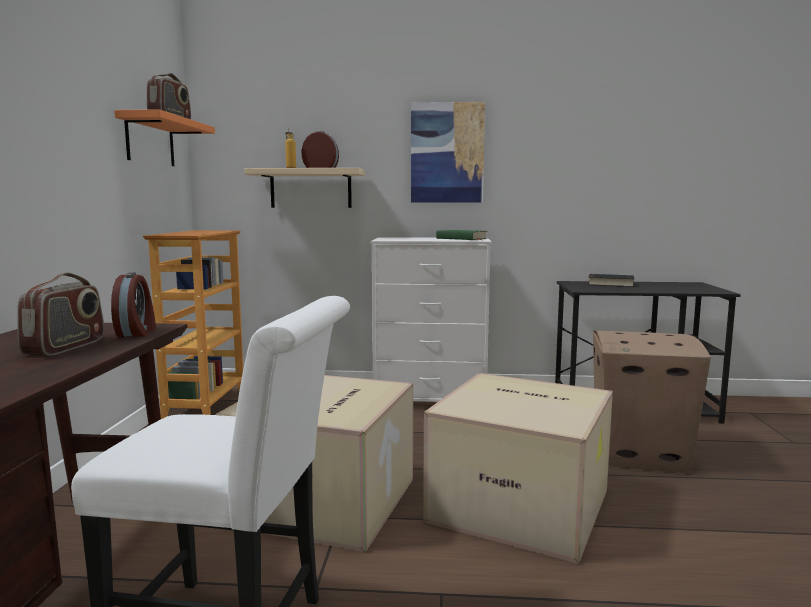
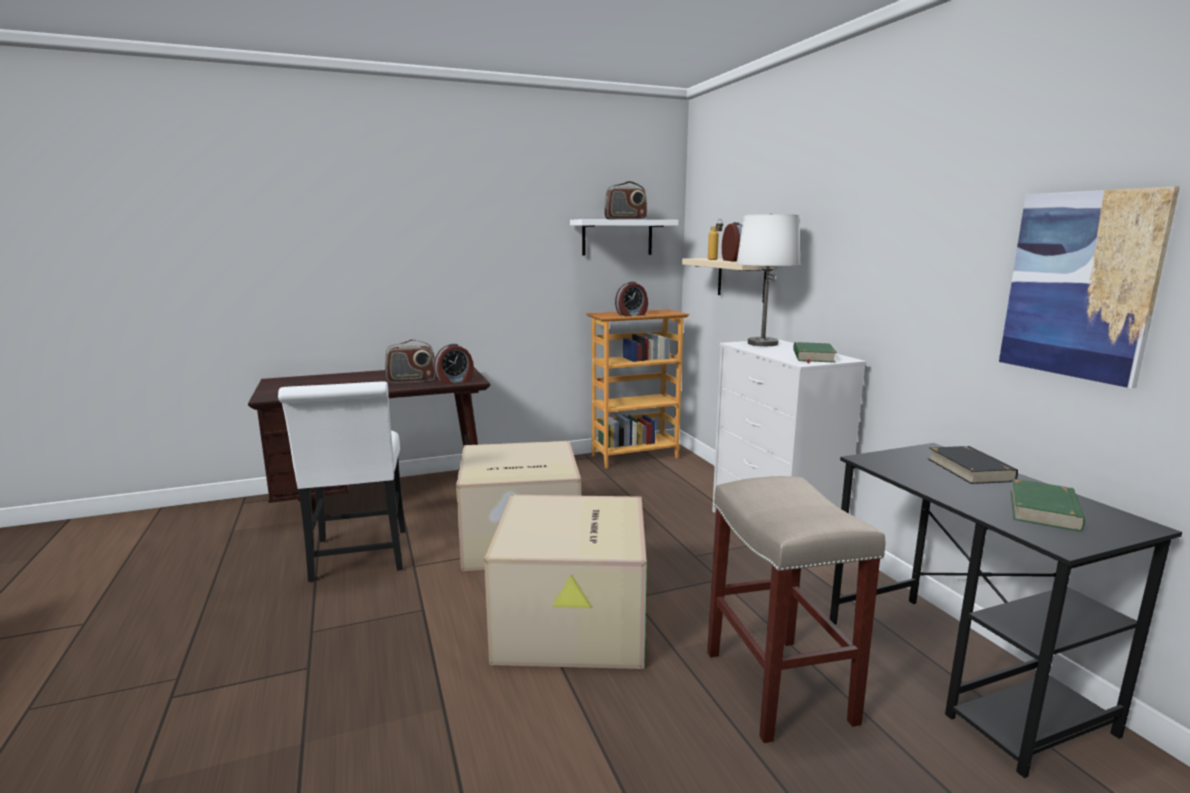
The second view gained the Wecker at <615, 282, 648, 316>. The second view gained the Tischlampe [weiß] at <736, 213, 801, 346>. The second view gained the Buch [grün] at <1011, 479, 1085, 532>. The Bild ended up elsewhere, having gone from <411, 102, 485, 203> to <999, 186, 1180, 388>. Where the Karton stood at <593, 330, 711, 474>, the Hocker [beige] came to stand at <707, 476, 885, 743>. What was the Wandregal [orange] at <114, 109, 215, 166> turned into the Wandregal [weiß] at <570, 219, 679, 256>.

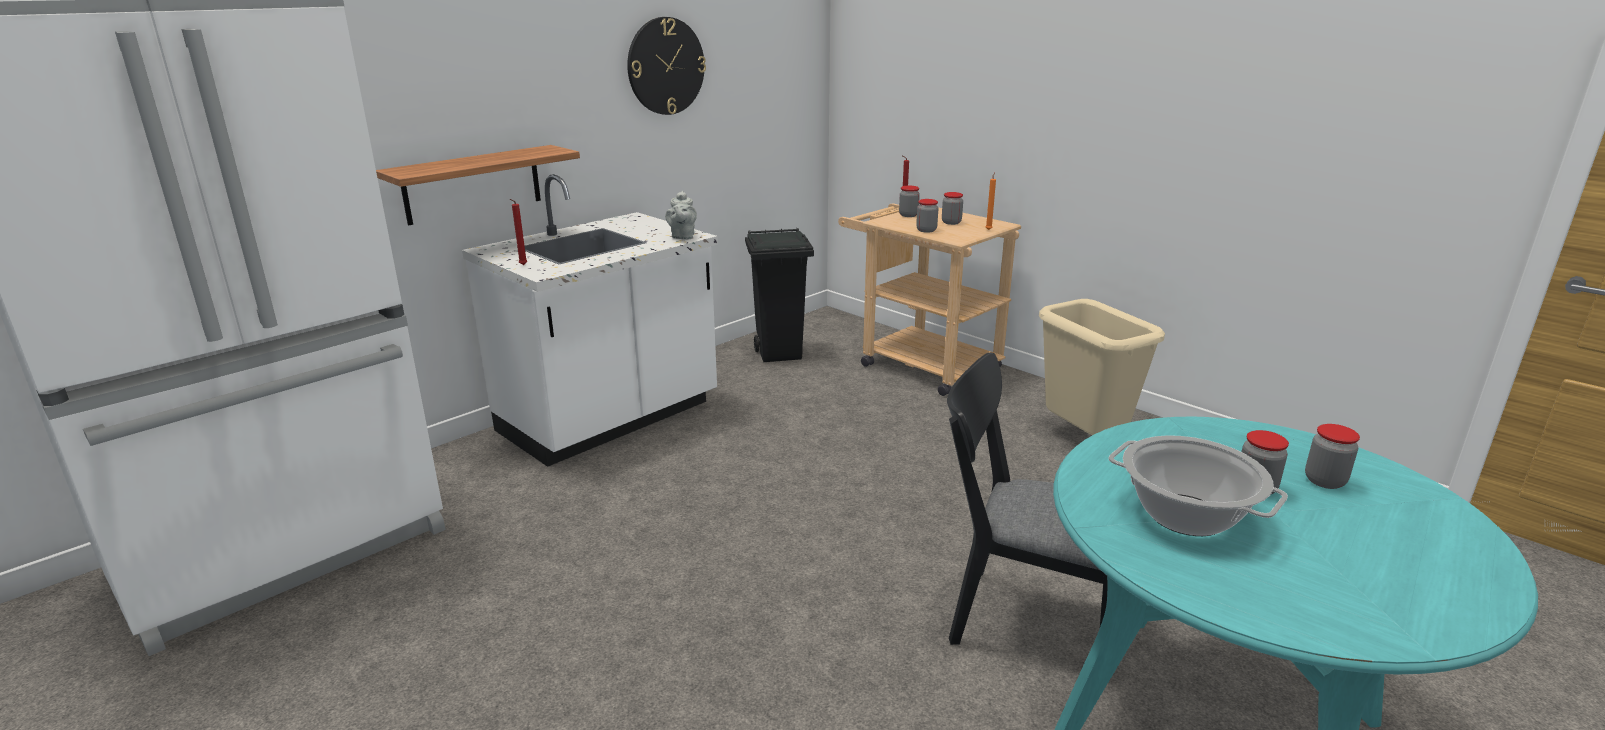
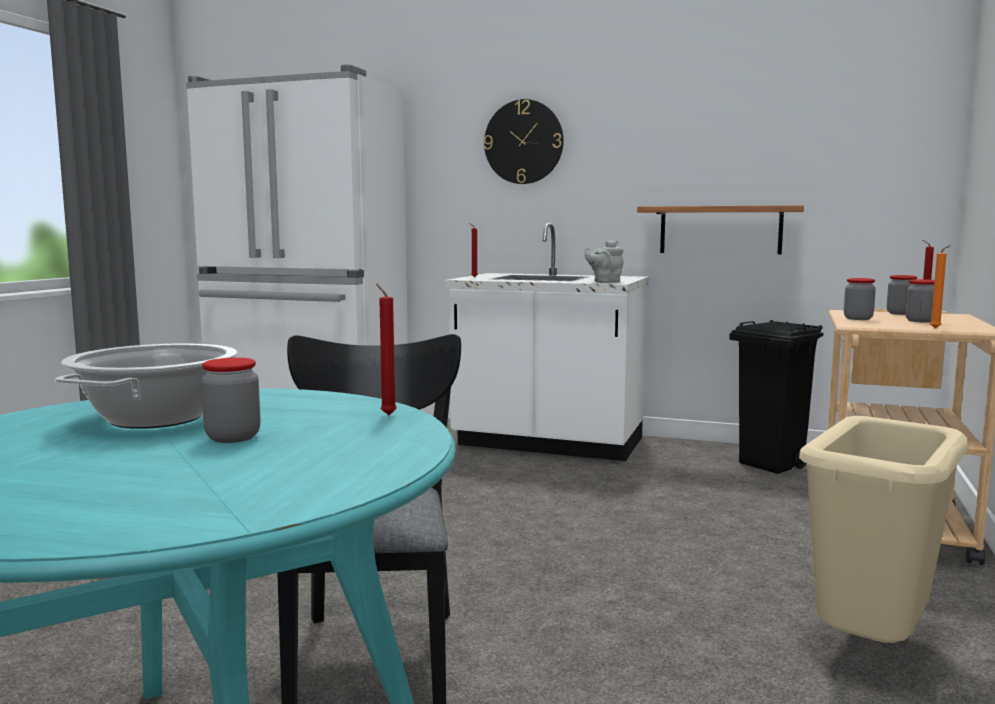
The second view lost the Vorratsglas at <1305, 424, 1360, 489>. The second view gained the Kerze [rot] at <376, 283, 397, 415>. The Wandregal ended up elsewhere, having gone from <376, 145, 580, 226> to <637, 205, 804, 254>. The Wanduhr ended up elsewhere, having gone from <627, 17, 706, 115> to <484, 99, 564, 184>.

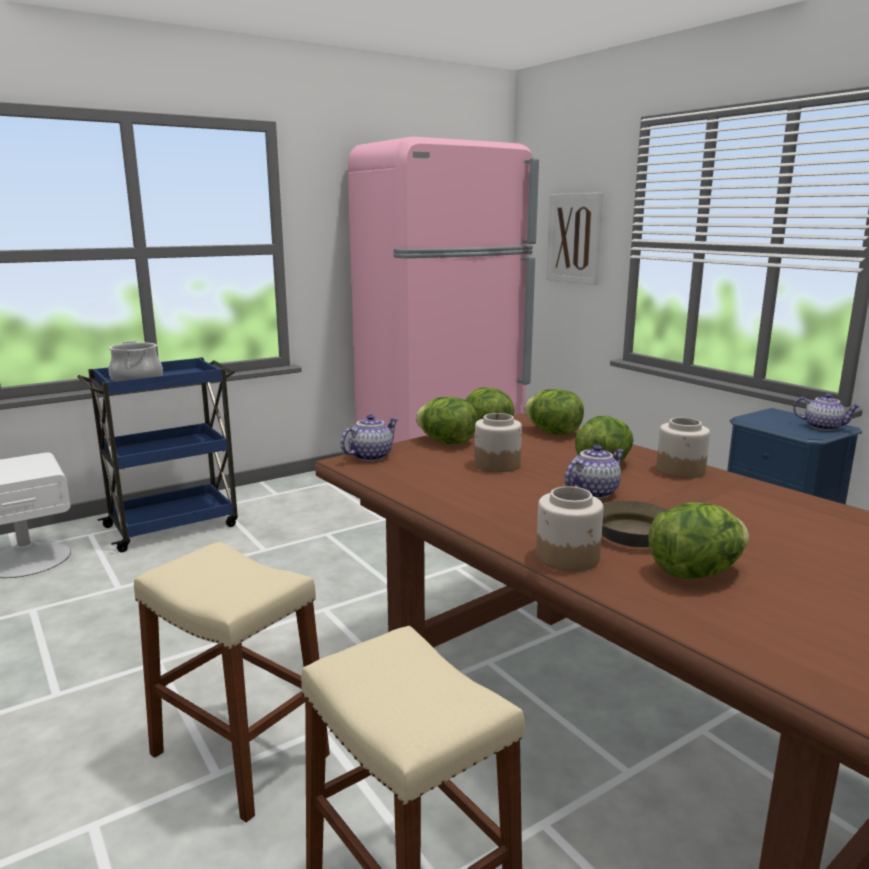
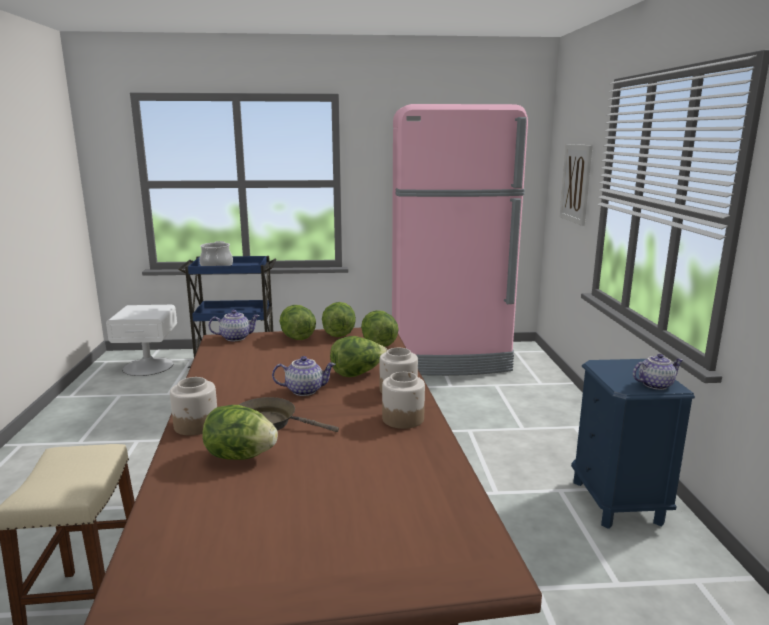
The second view lost the Hocker [beige] at <134, 542, 330, 823>. The Vorratsglas ended up elsewhere, having gone from <474, 413, 522, 473> to <382, 372, 425, 429>. The Teekanne at <793, 393, 861, 431> ended up facing another way, 75 degrees counterclockwise from before.

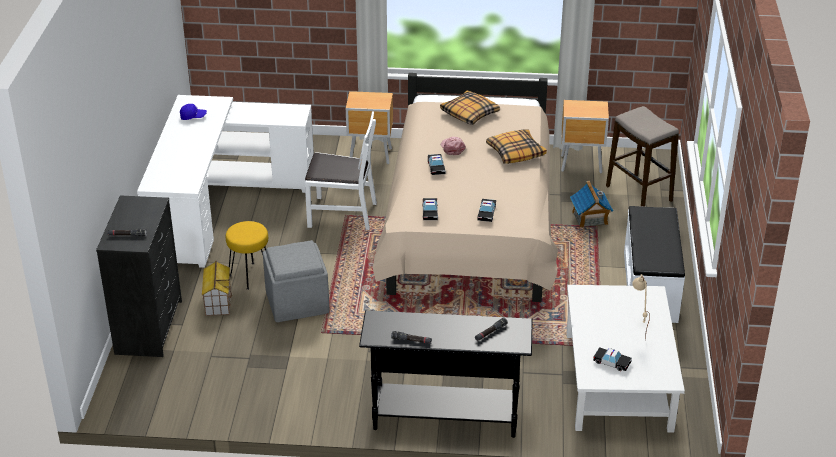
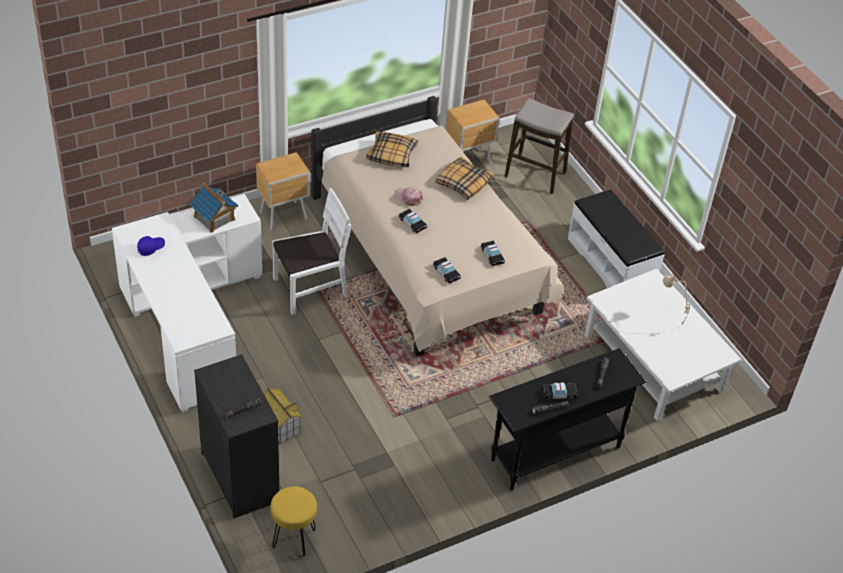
The second view lost the Polsterhocker [grau] at <263, 240, 330, 322>. The Hocker [gelb] ended up elsewhere, having gone from <226, 221, 268, 290> to <270, 486, 317, 556>. The Spielzeughaus ended up elsewhere, having gone from <570, 181, 613, 227> to <189, 183, 238, 233>. The Spielzeugauto ended up elsewhere, having gone from <593, 347, 632, 371> to <543, 383, 577, 400>.

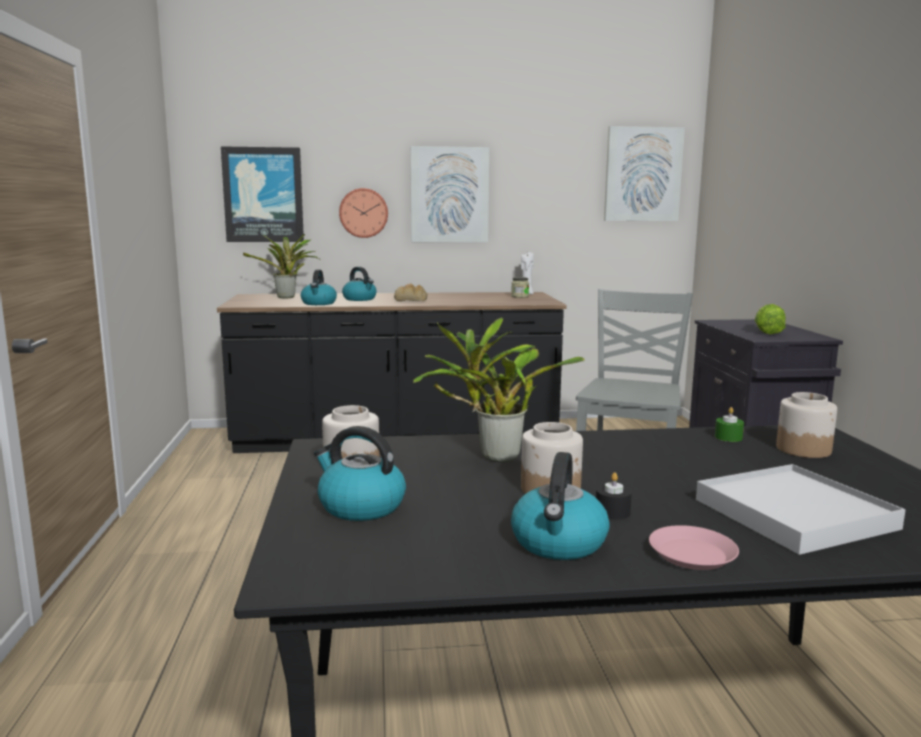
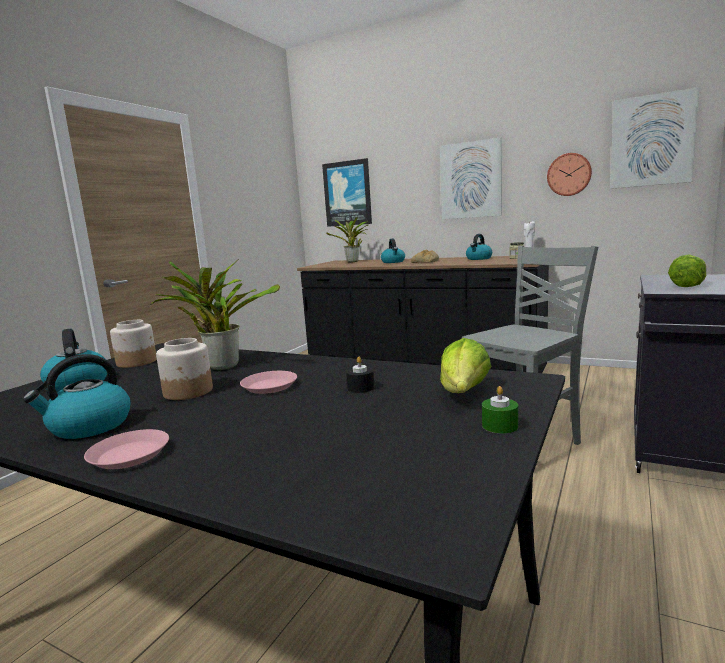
The second view lost the Tablett [weiß] at <696, 464, 906, 555>. The second view gained the Teller [rosa] at <240, 371, 297, 394>. The Wasserkessel ended up elsewhere, having gone from <301, 269, 337, 305> to <466, 234, 492, 260>. The Wanduhr ended up elsewhere, having gone from <339, 188, 388, 238> to <547, 153, 592, 196>. The Kerze [schwarz] ended up elsewhere, having gone from <596, 472, 632, 520> to <346, 357, 375, 393>. The Kerze [grün] ended up elsewhere, having gone from <715, 407, 744, 442> to <482, 386, 518, 433>. Where the Vorratsglas stood at <776, 392, 837, 458>, the Salatkopf came to stand at <440, 338, 491, 393>.

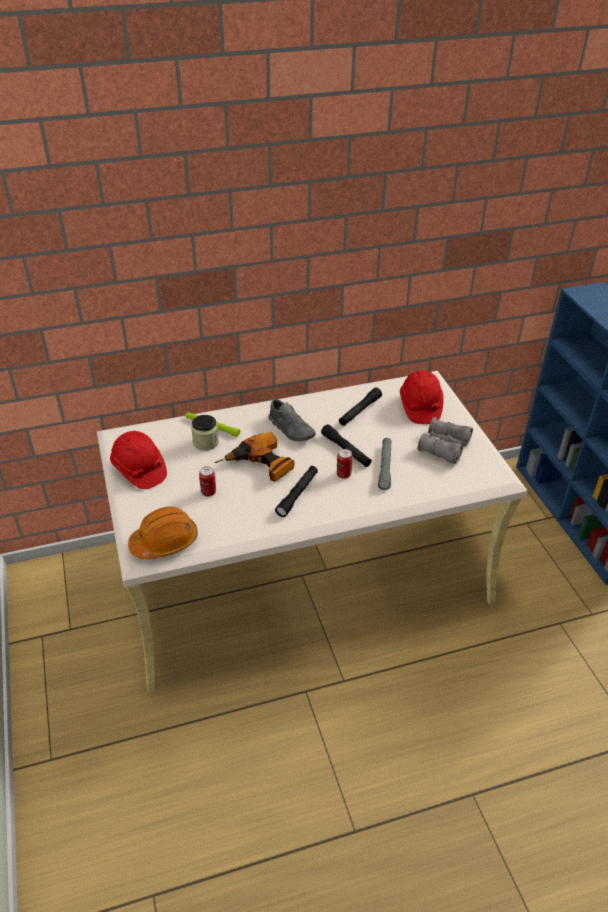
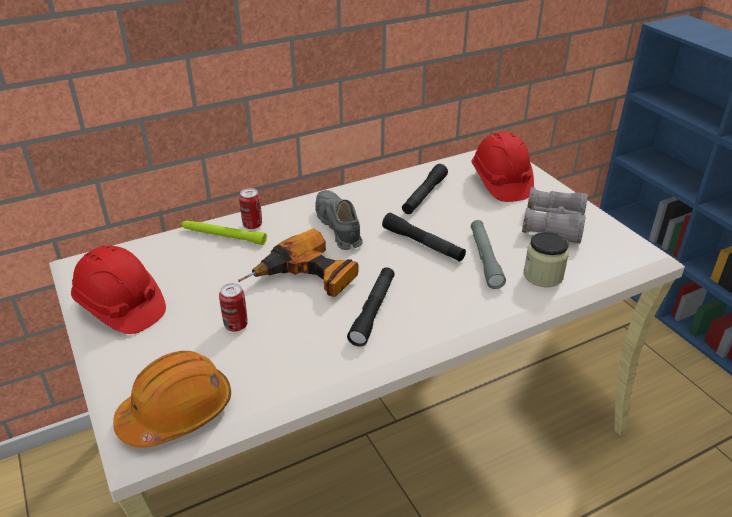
The Vorratsglas ended up elsewhere, having gone from <191, 415, 219, 451> to <524, 232, 569, 287>. The Dose ended up elsewhere, having gone from <337, 449, 353, 479> to <239, 188, 262, 229>. The Schuh [grau] at <269, 398, 316, 442> ended up facing another way, 150 degrees counterclockwise from before.

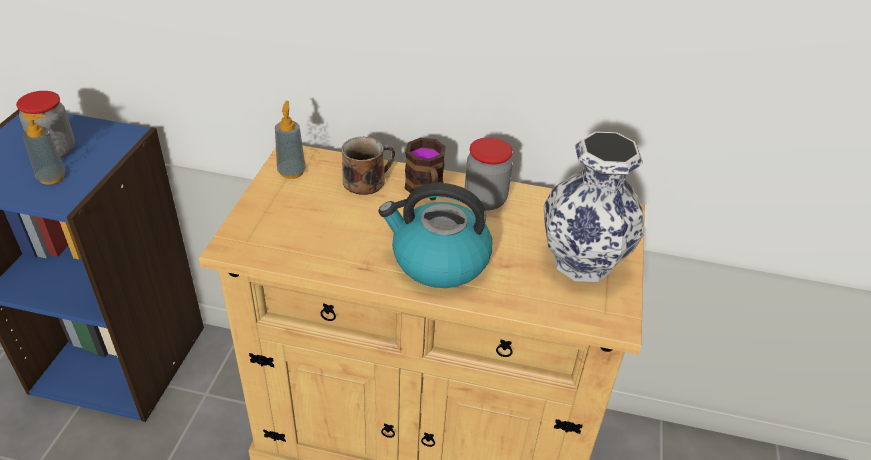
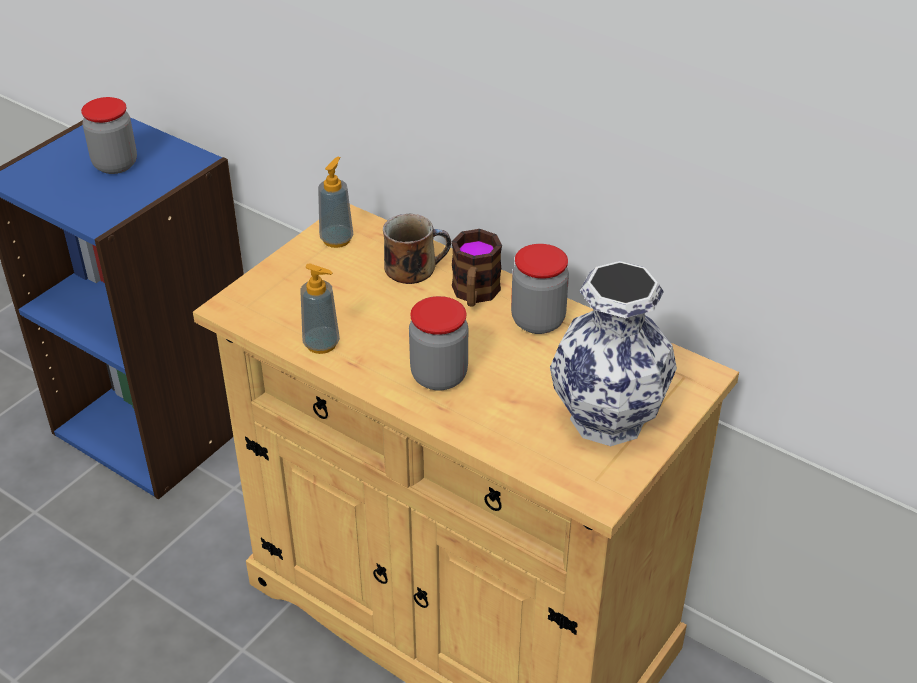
The Seifenspender ended up elsewhere, having gone from <22, 113, 66, 185> to <300, 263, 340, 354>. Where the Wasserkessel stood at <379, 183, 493, 288>, the Vorratsglas came to stand at <409, 296, 468, 391>.

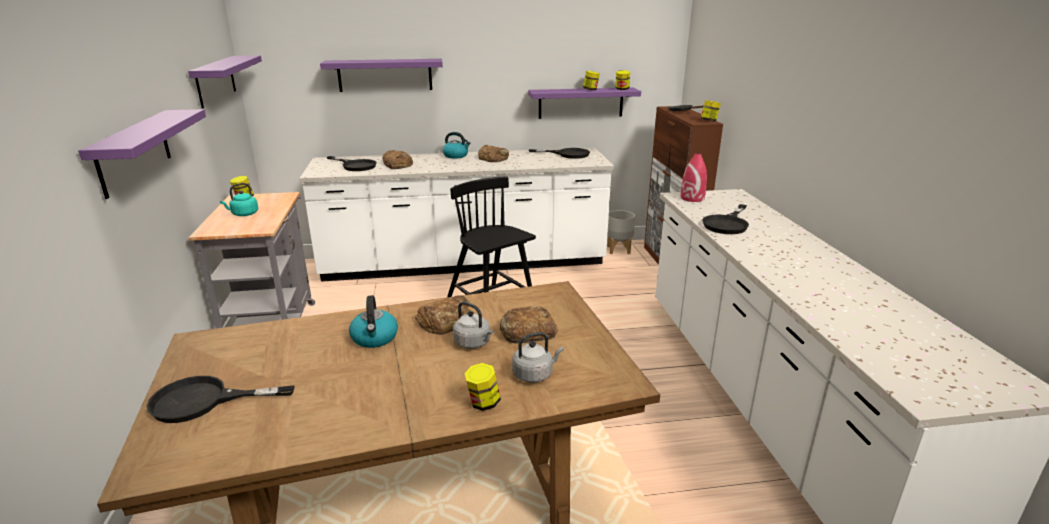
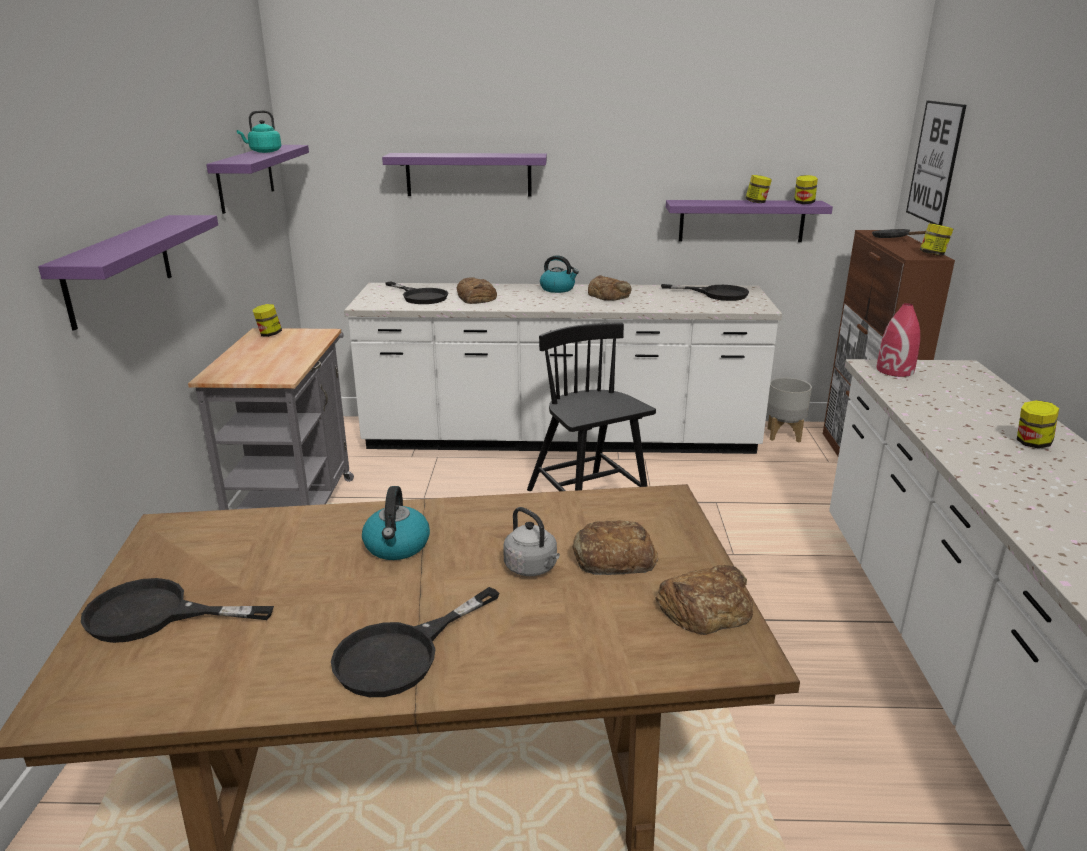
The second view lost the Wasserkessel [grau] at <512, 332, 564, 383>. The second view gained the Bild at <906, 101, 966, 225>. The Wasserkessel [türkis] ended up elsewhere, having gone from <220, 183, 258, 216> to <237, 110, 281, 153>. The Brot ended up elsewhere, having gone from <415, 295, 471, 334> to <655, 565, 753, 635>. The Vorratsglas ended up elsewhere, having gone from <464, 363, 501, 411> to <1017, 400, 1059, 448>. The Pfanne [schwarz] ended up elsewhere, having gone from <702, 204, 749, 234> to <331, 587, 499, 697>.

